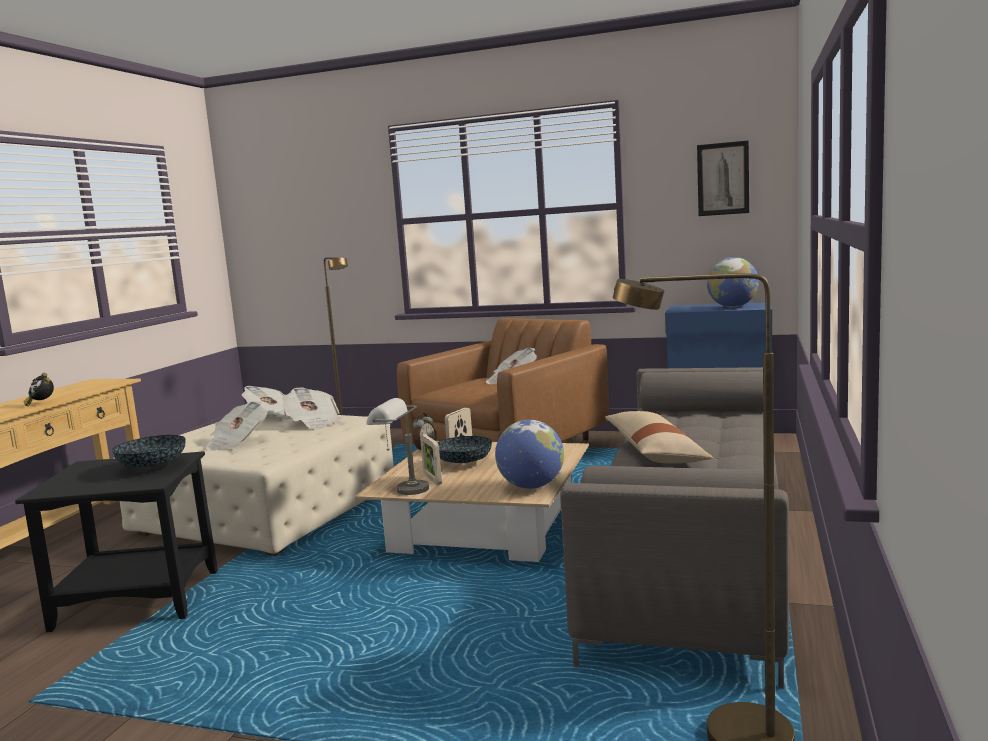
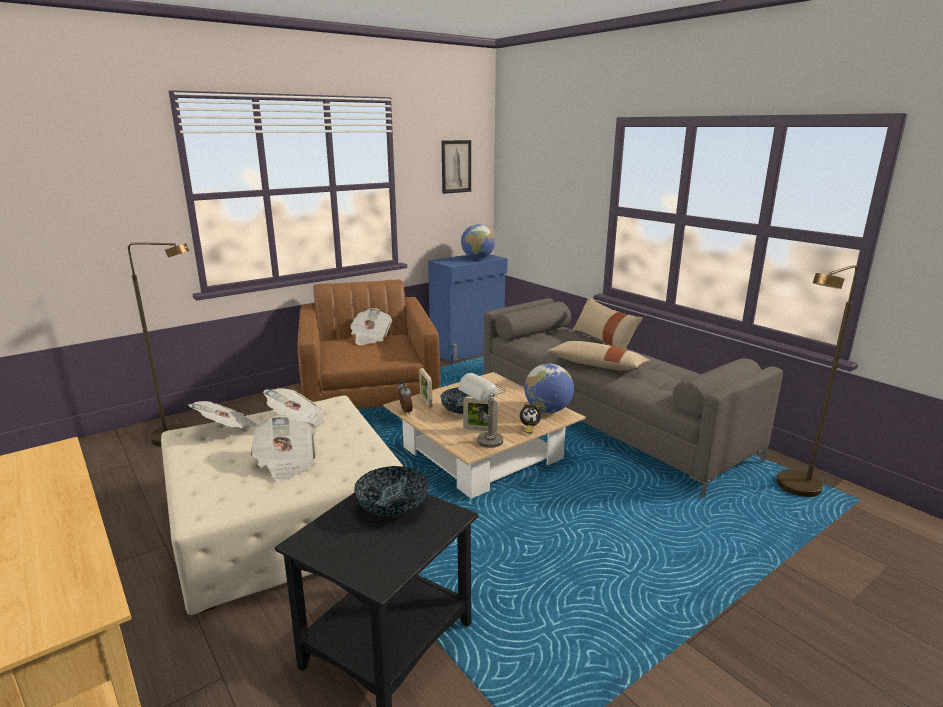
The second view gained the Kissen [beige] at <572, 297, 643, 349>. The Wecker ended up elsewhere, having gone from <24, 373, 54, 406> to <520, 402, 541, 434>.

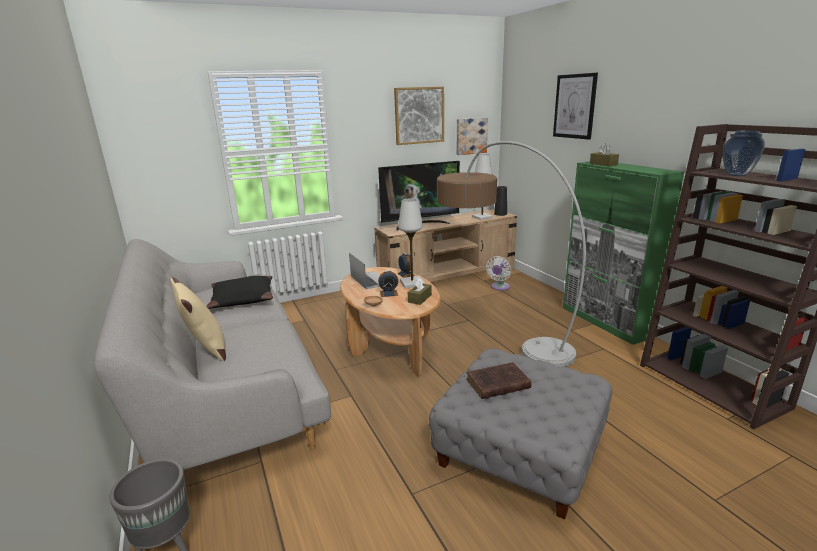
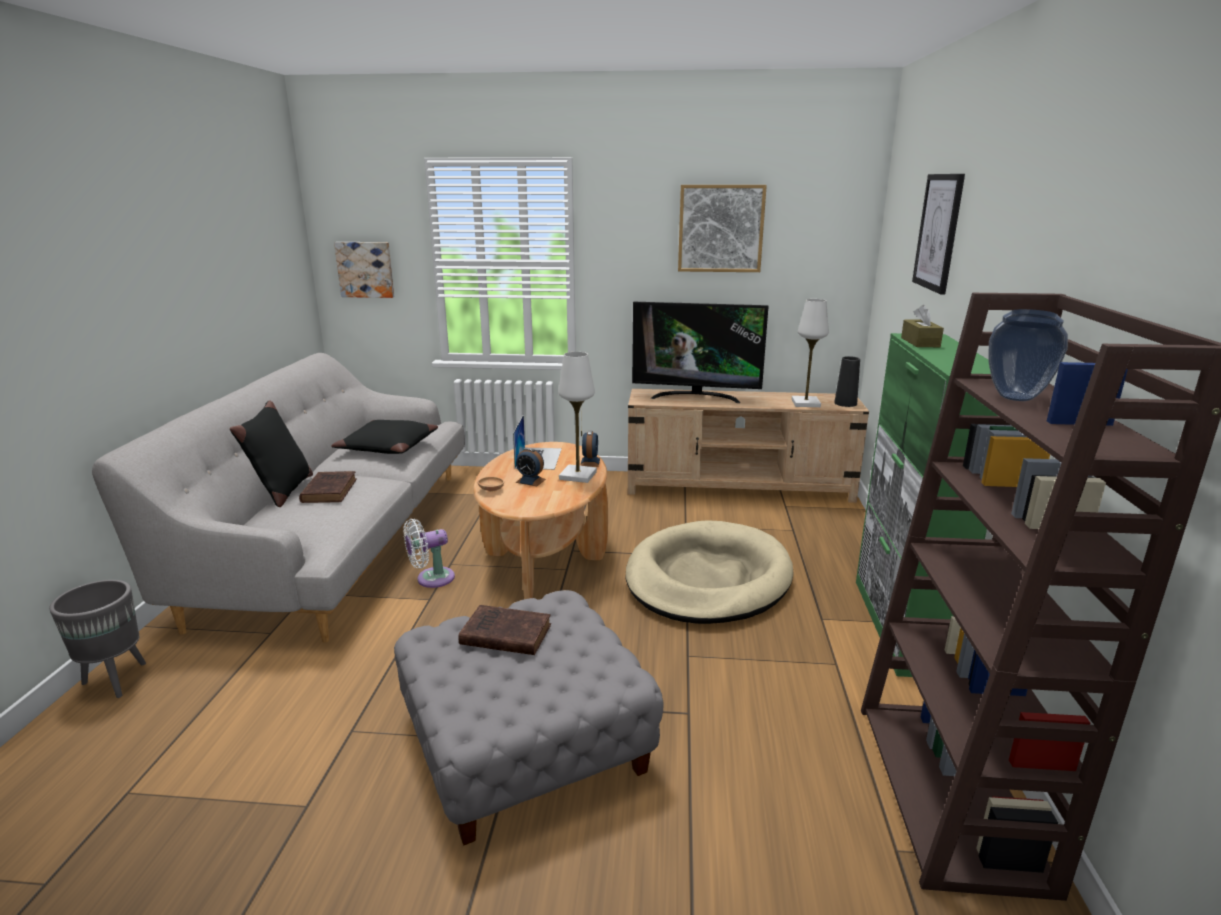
The second view lost the Taschentuchbox [braun] at <408, 278, 432, 305>. The second view gained the Buch [braun] at <299, 471, 357, 503>. The Bild ended up elsewhere, having gone from <457, 118, 488, 155> to <334, 242, 394, 298>. The Ventilator [weiß] ended up elsewhere, having gone from <486, 256, 511, 291> to <403, 519, 455, 588>. Where the Stehlampe stood at <437, 141, 586, 367>, the Hundebett [beige] came to stand at <625, 520, 794, 624>. What was the Kissen [beige] at <171, 277, 226, 361> turned into the Kissen [schwarz] at <230, 400, 313, 507>.

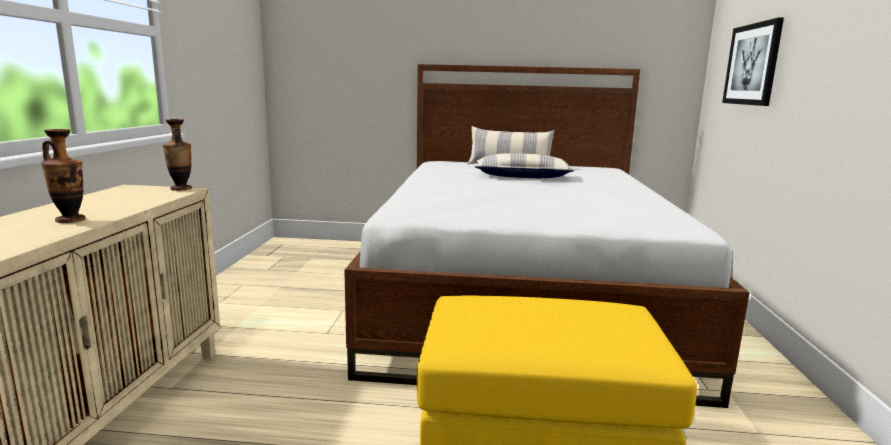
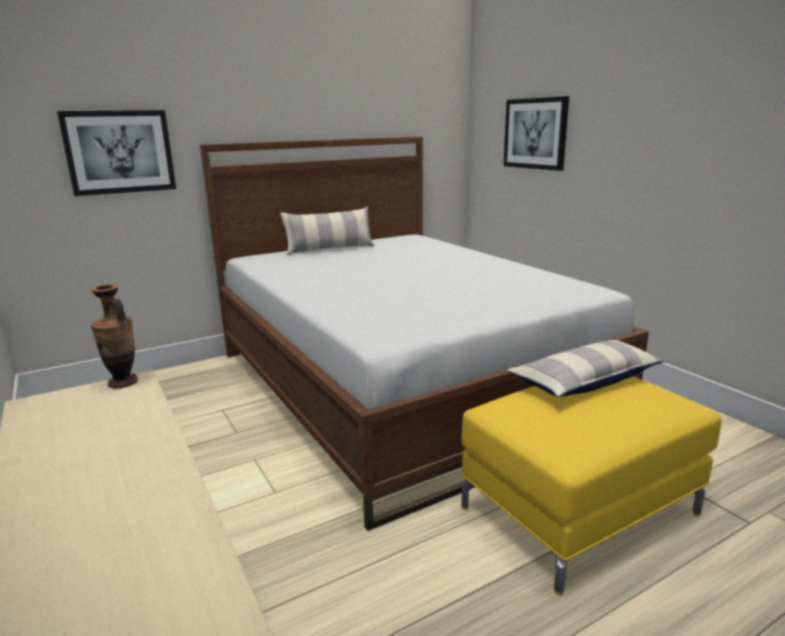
The second view lost the Vase at <41, 129, 86, 223>. The second view gained the Bild at <57, 110, 176, 196>. The Kissen ended up elsewhere, having gone from <474, 153, 575, 178> to <507, 340, 664, 397>.

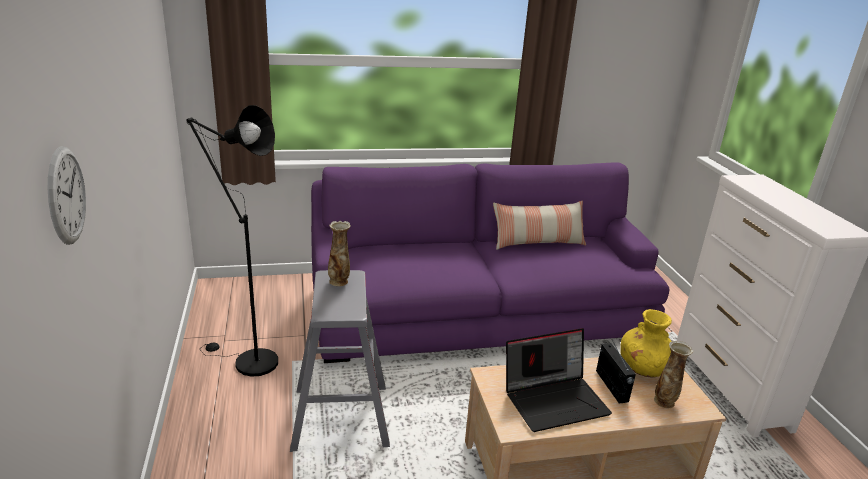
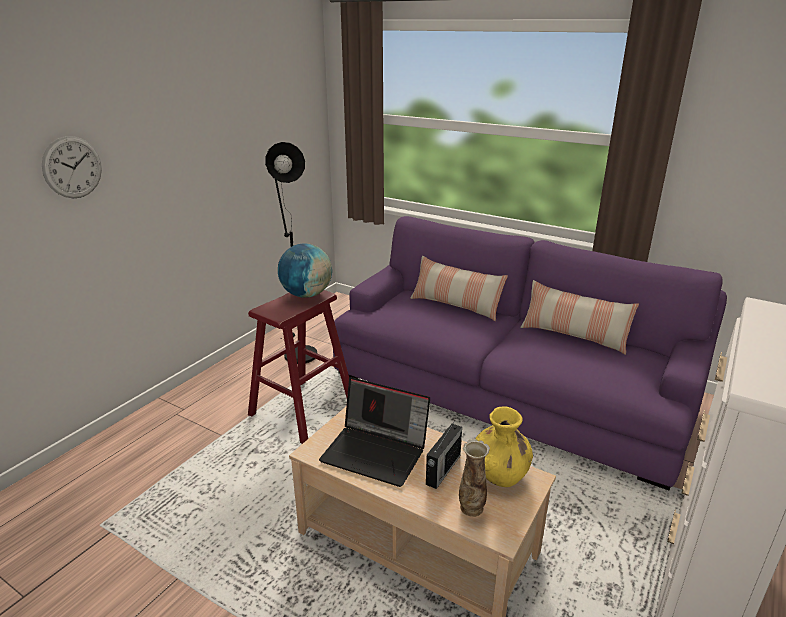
The second view gained the Kissen at <410, 255, 508, 321>. Where the Vase stood at <328, 221, 351, 286>, the Globus came to stand at <278, 243, 332, 298>. What was the Hocker [grau] at <290, 270, 390, 452> turned into the Hocker [rot] at <248, 290, 349, 444>.

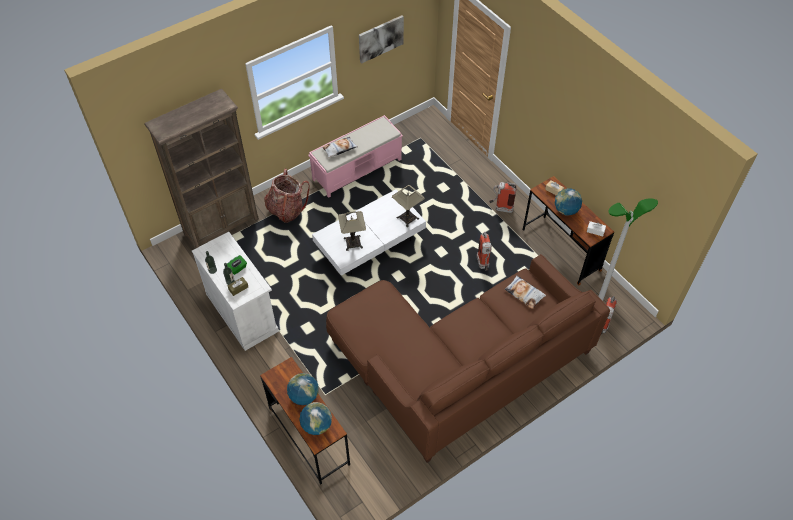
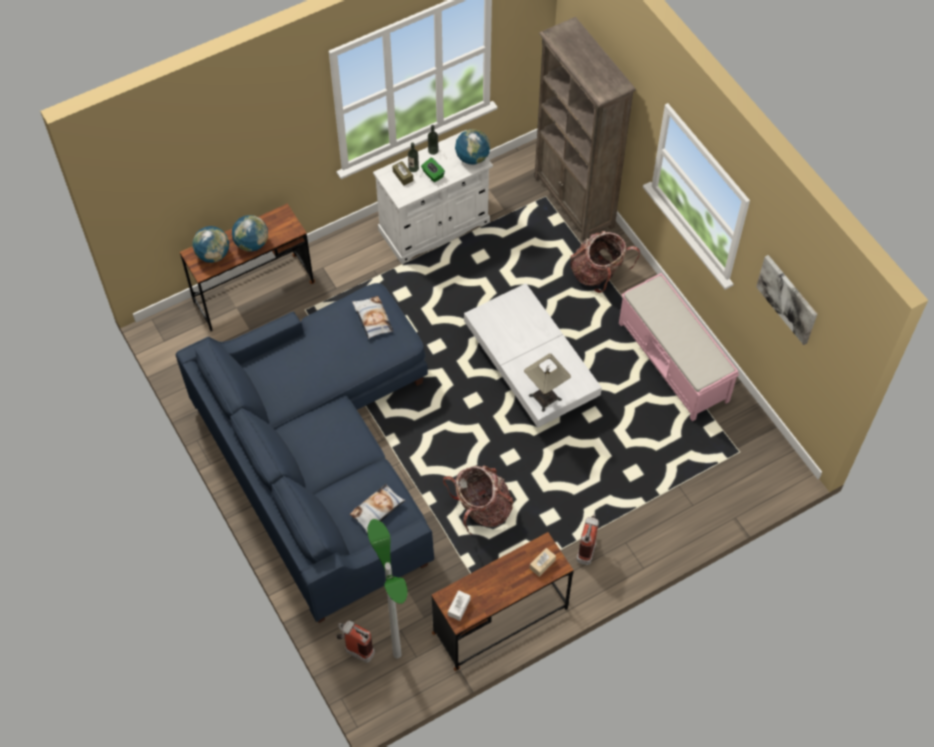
The second view lost the Tischlampe at <338, 211, 366, 251>. The Kissen ended up elsewhere, having gone from <322, 137, 357, 158> to <352, 296, 394, 339>. The Globus ended up elsewhere, having gone from <555, 188, 582, 216> to <455, 129, 491, 164>. Where the Feuerlöscher stood at <477, 232, 492, 271>, the Rucksack came to stand at <443, 465, 513, 535>. What was the Sofa [braun] at <326, 254, 610, 463> turned into the Sofa [blau] at <175, 283, 434, 623>.

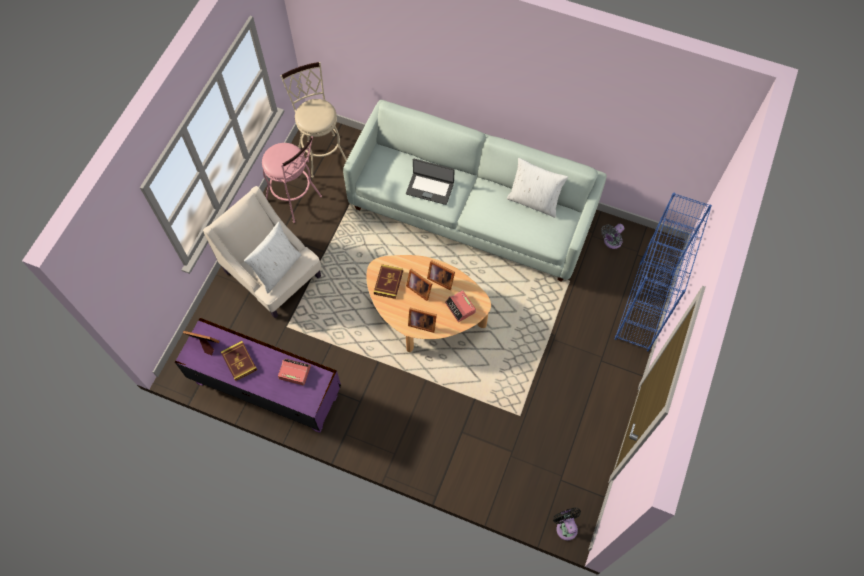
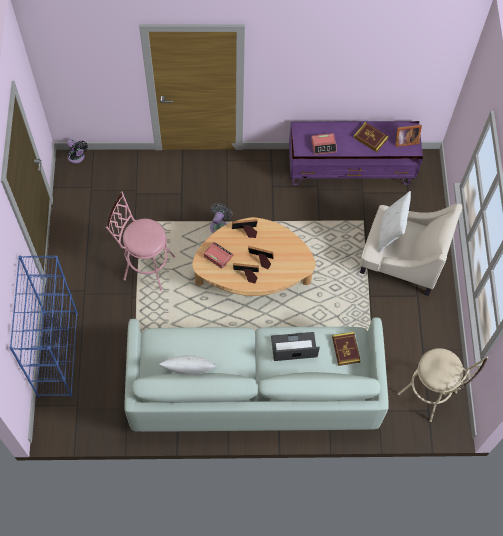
The Hocker [rosa] ended up elsewhere, having gone from <262, 136, 322, 223> to <106, 191, 175, 291>. The Buch ended up elsewhere, having gone from <374, 264, 403, 299> to <332, 332, 361, 366>. The Ventilator [grau] ended up elsewhere, having gone from <601, 224, 624, 249> to <210, 203, 233, 233>.

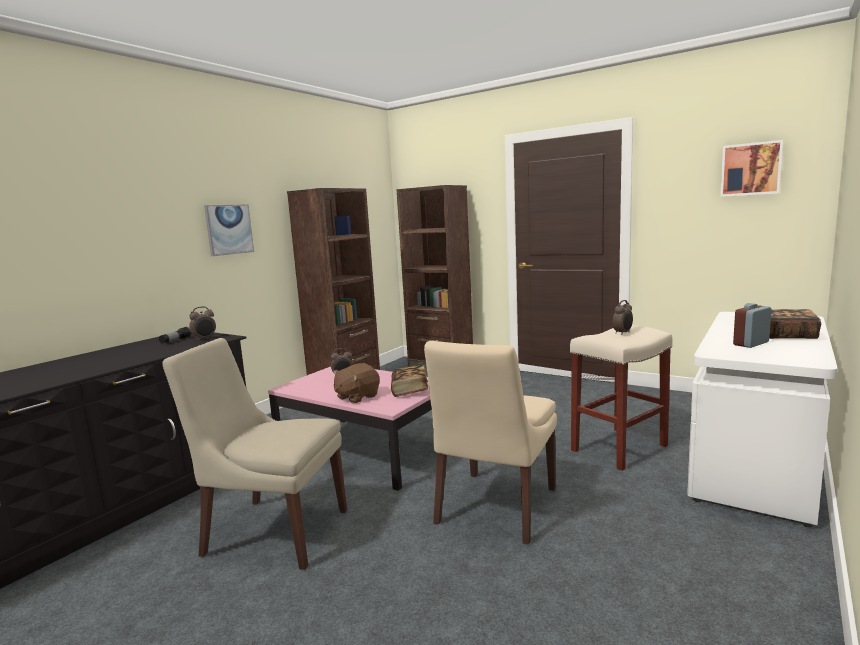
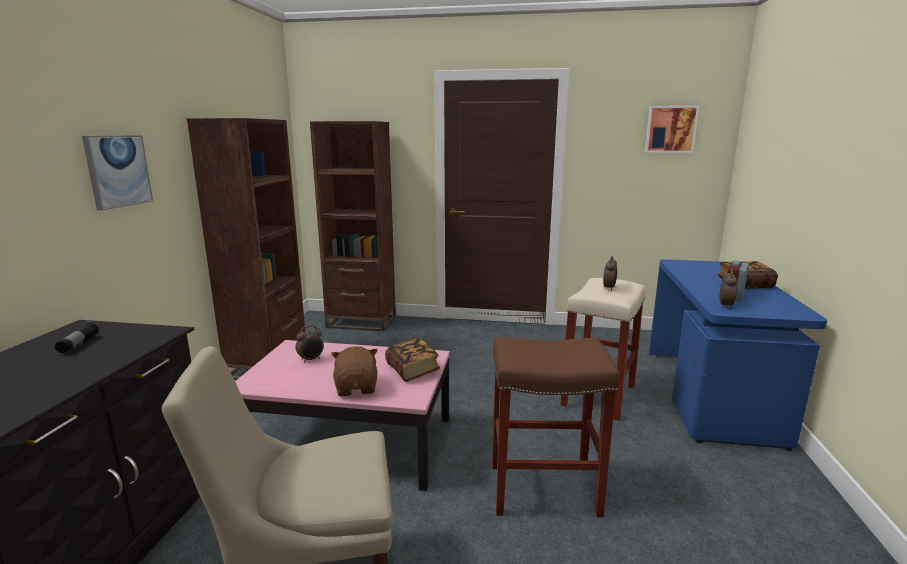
The Wecker ended up elsewhere, having gone from <189, 306, 216, 341> to <719, 269, 737, 309>. Where the Stuhl [beige] stood at <424, 341, 557, 545>, the Hocker [braun] came to stand at <492, 337, 620, 517>. What was the Schreibtisch [weiß] at <687, 312, 837, 528> turned into the Schreibtisch [blau] at <649, 259, 827, 451>. The Plüschtier [braun] at <333, 363, 380, 404> ended up facing another way, 150 degrees clockwise from before.

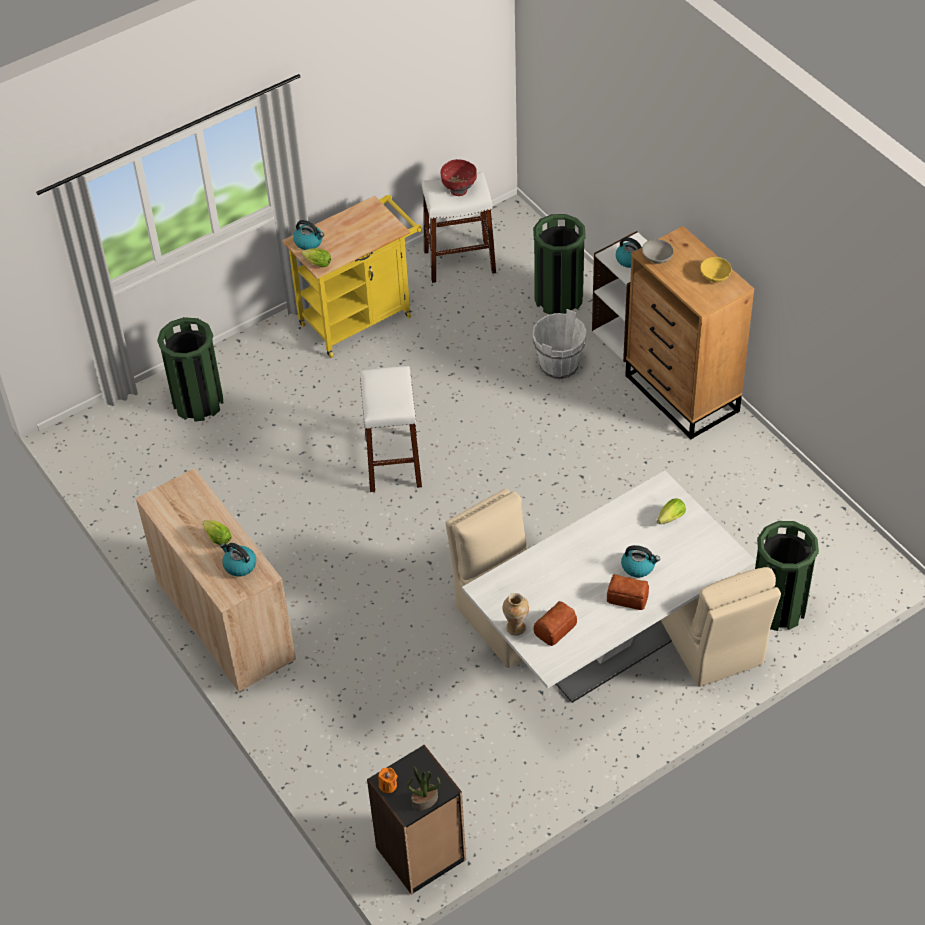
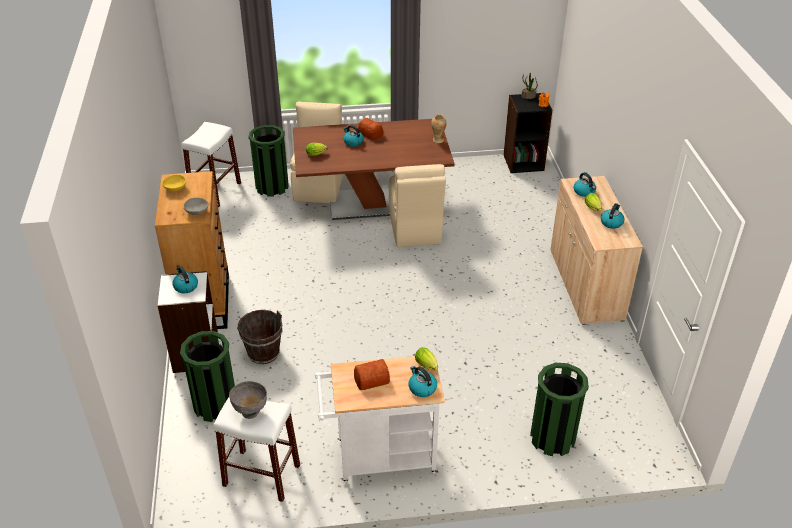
The second view gained the Wasserkessel at <601, 203, 625, 229>. The Hocker [weiß] ended up elsewhere, having gone from <360, 366, 422, 492> to <181, 122, 241, 207>. The Brot ended up elsewhere, having gone from <533, 601, 577, 646> to <354, 359, 390, 390>. What was the Rollwagen [gelb] at <282, 195, 422, 358> turned into the Rollwagen [weiß] at <315, 355, 445, 483>. What was the Schüssel [rot] at <440, 159, 477, 196> turned into the Schüssel [grau] at <229, 381, 267, 419>. What was the Esstisch [weiß] at <462, 470, 755, 703> turned into the Esstisch [braun] at <293, 119, 455, 220>. What was the Eimer [weiß] at <533, 309, 587, 380> turned into the Eimer [braun] at <237, 309, 283, 364>.

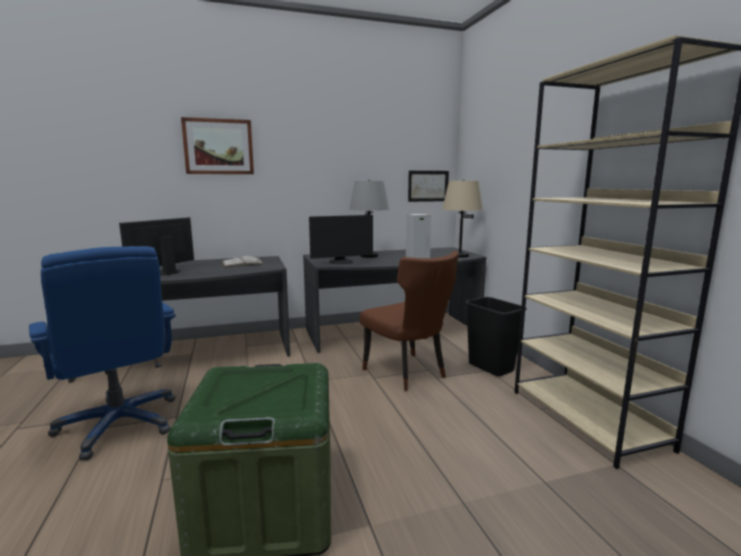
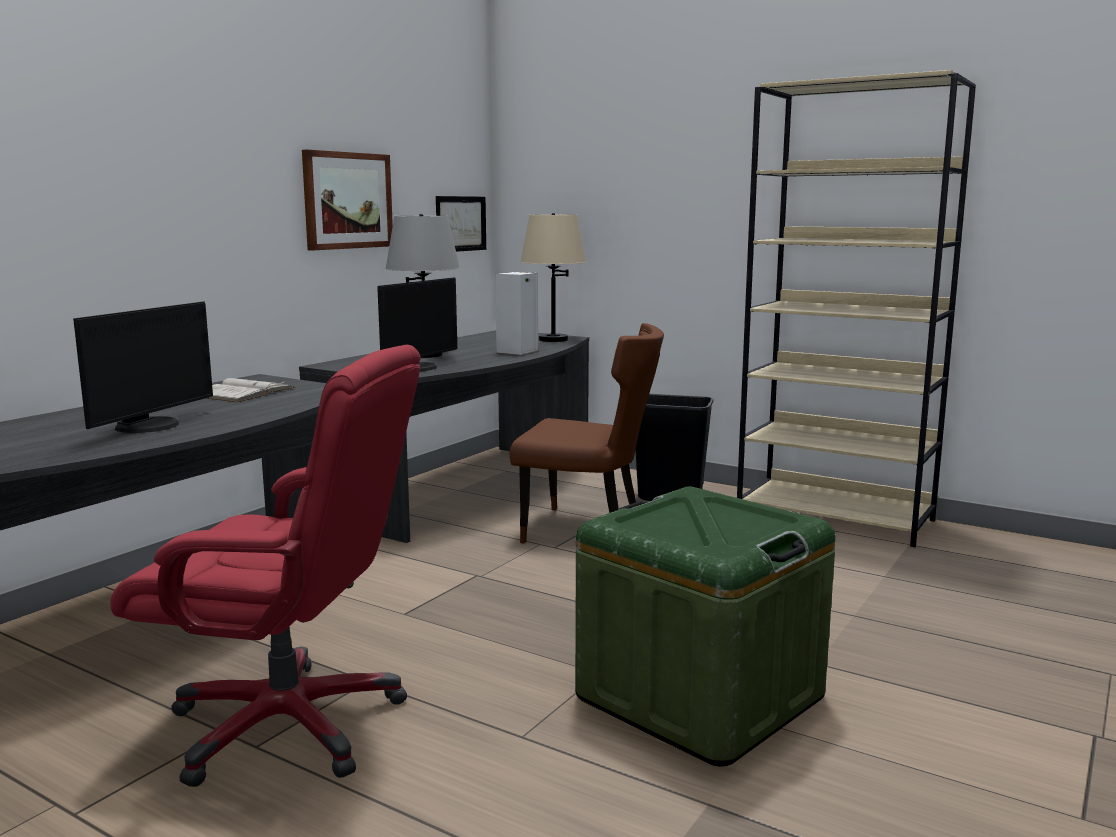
The Bild ended up elsewhere, having gone from <181, 117, 254, 174> to <302, 150, 393, 251>. What was the Bürostuhl [blau] at <29, 246, 176, 460> turned into the Bürostuhl [rot] at <110, 345, 421, 787>. The Monitor at <119, 217, 194, 276> ended up facing another way, 150 degrees counterclockwise from before.

